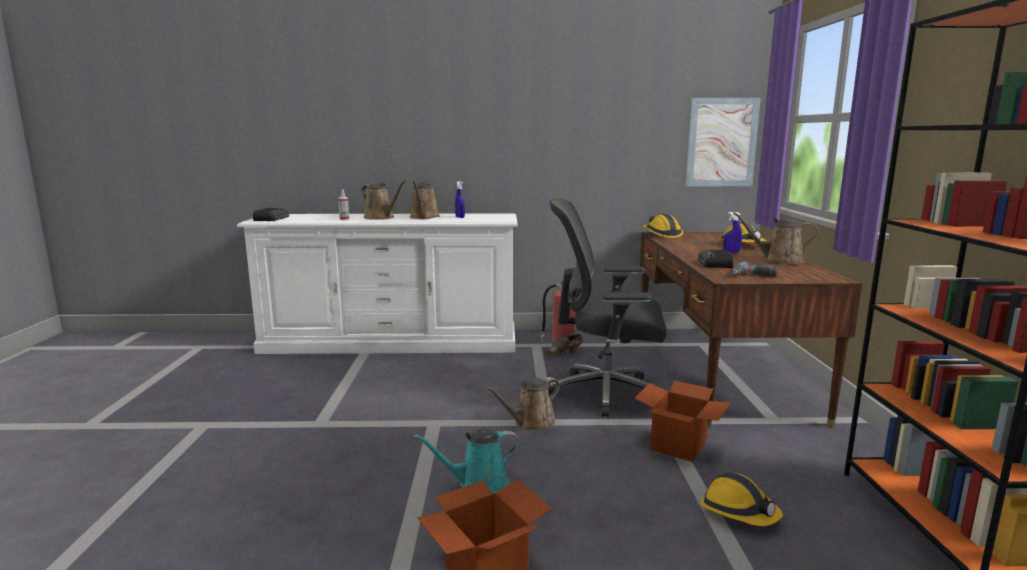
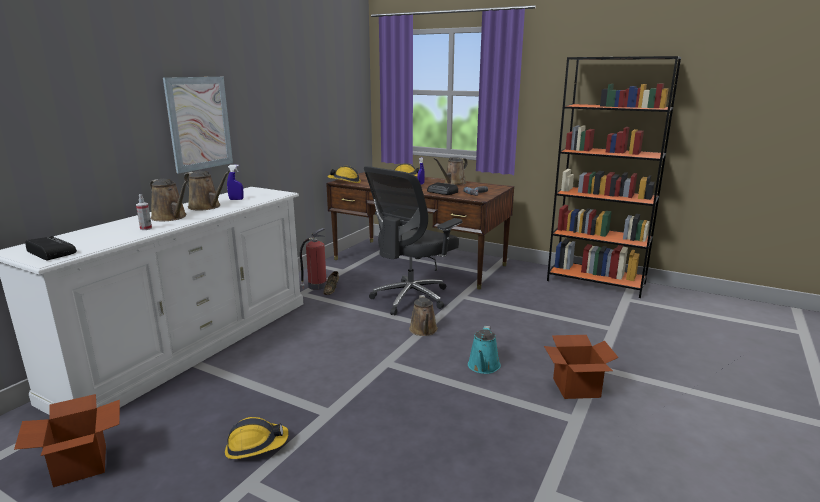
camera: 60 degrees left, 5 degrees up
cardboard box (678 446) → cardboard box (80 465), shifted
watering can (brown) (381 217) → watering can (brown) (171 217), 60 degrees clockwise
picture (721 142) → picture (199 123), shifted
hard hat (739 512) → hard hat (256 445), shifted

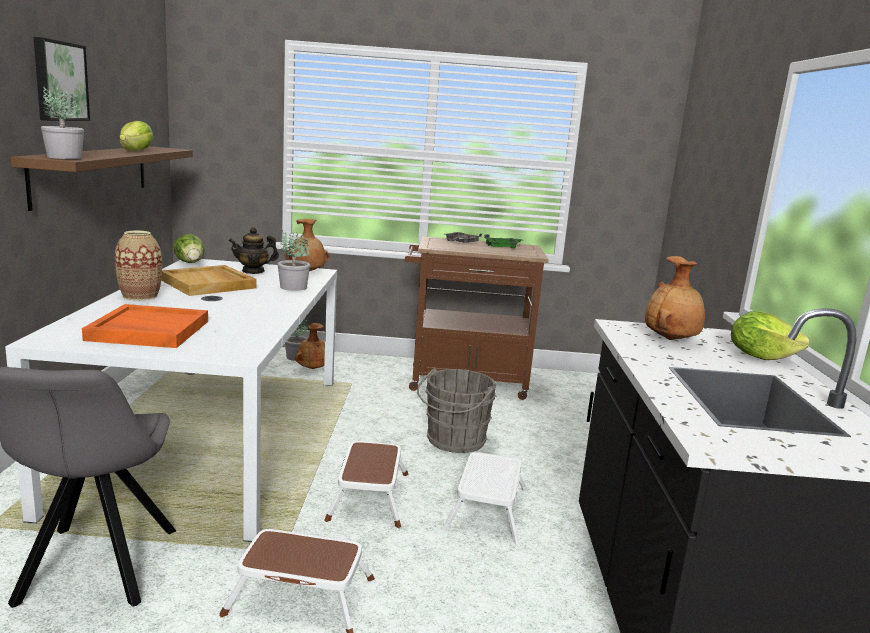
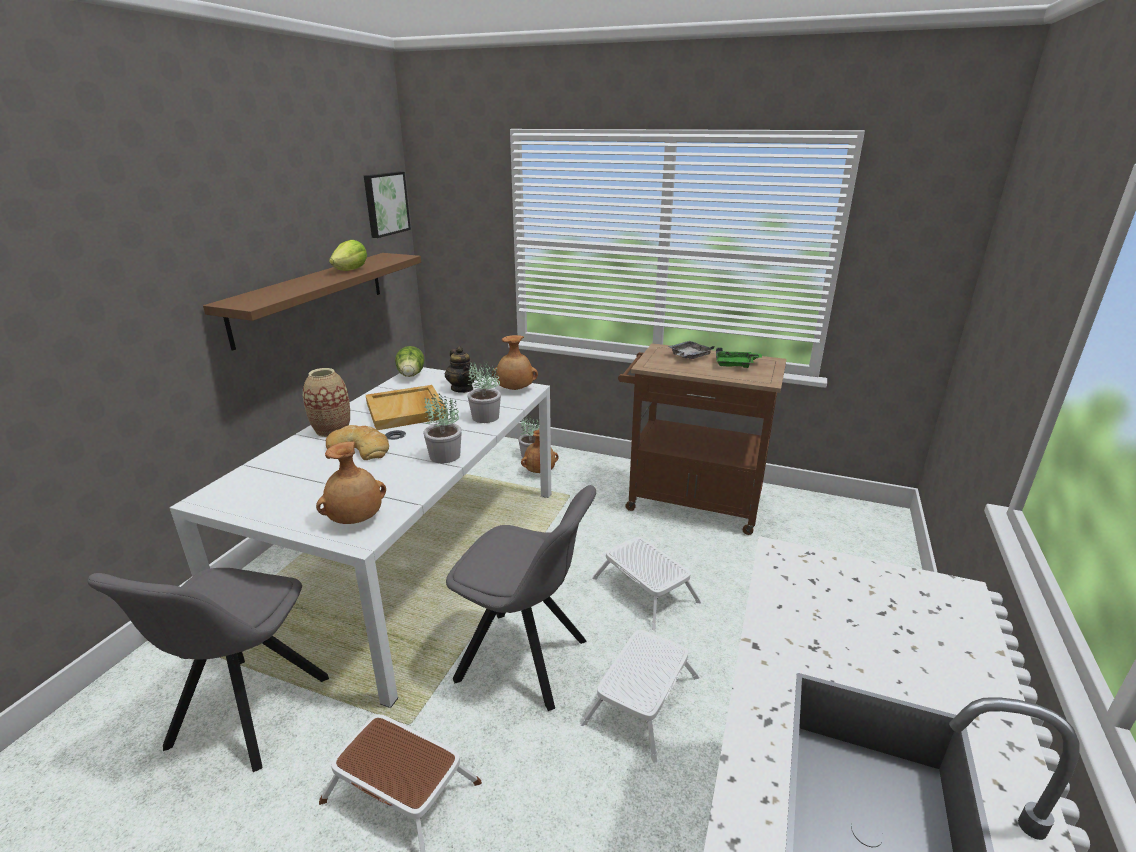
camera: 20 degrees right, 10 degrees up
vase (brown) (671 340) → vase (brown) (356 520), shifted
- → bread (360 448)
picture (59 81) → picture (385 204), shifted
potted plant (64 157) → potted plant (444 456), shifted
teapot (253 271) → teapot (462 389), 120 degrees counterclockwise
step ladder (brown) (368 496) → chair (grey) (523 659)
bucket (grey) (453 441) → step ladder (white) (644 590)
tray (orange) (148 330) → -
lettuce (760 356) → -

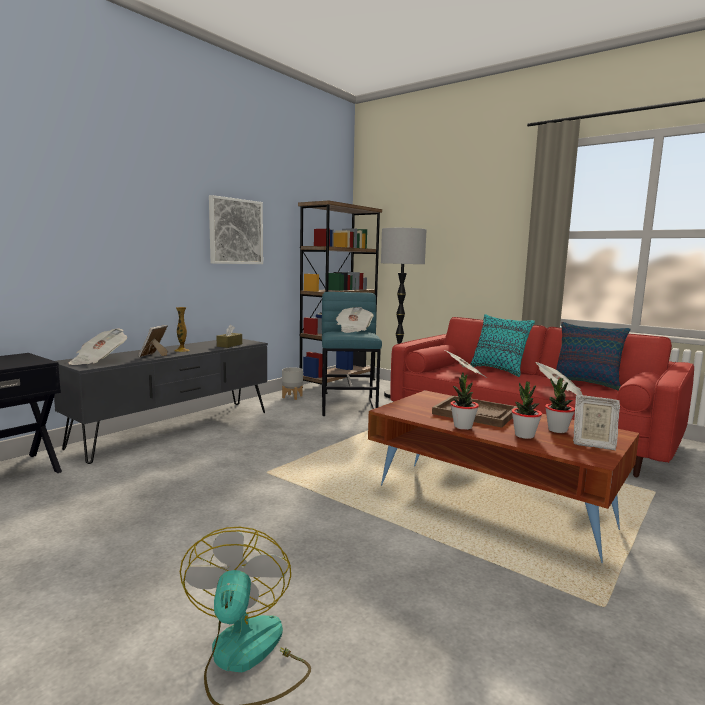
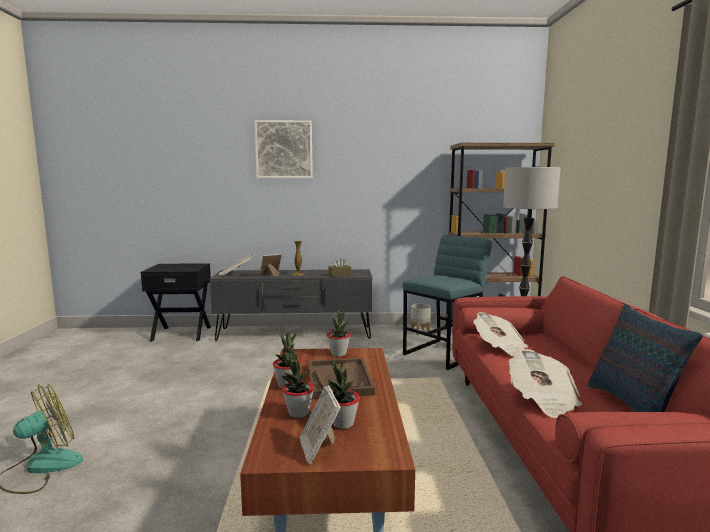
camera: 50 degrees right, 0 degrees up
picture (235 231) → picture (284 149), shifted
- → potted plant (338 354)
newspaper (353 330) → -
pillow (turquoise) (498 371) → -

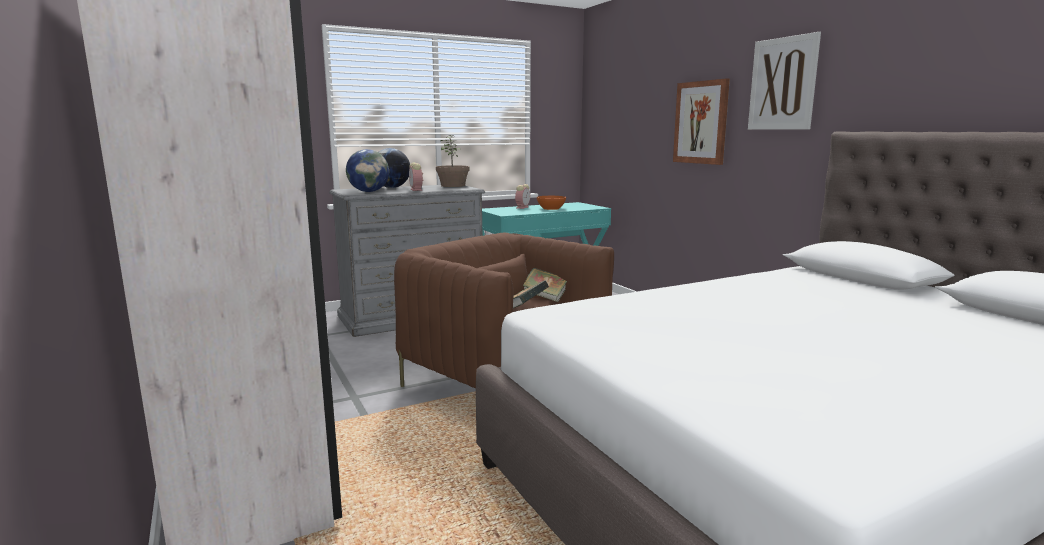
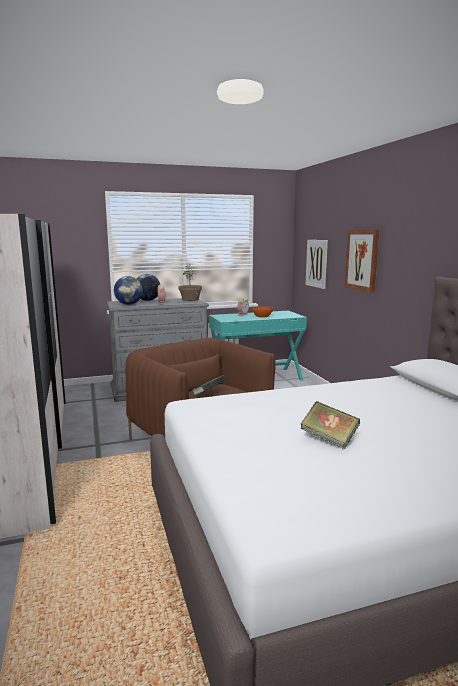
camera: 10 degrees right, 0 degrees up
book (545 297) → book (329 439), shifted
picture (782 84) → picture (316 263), shifted

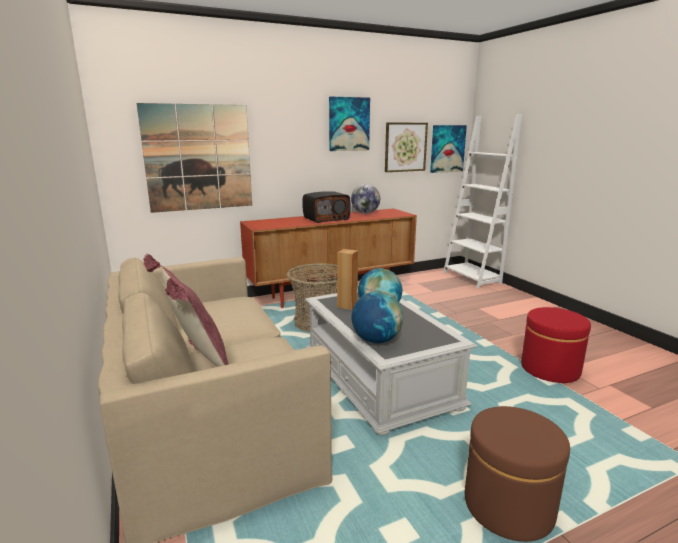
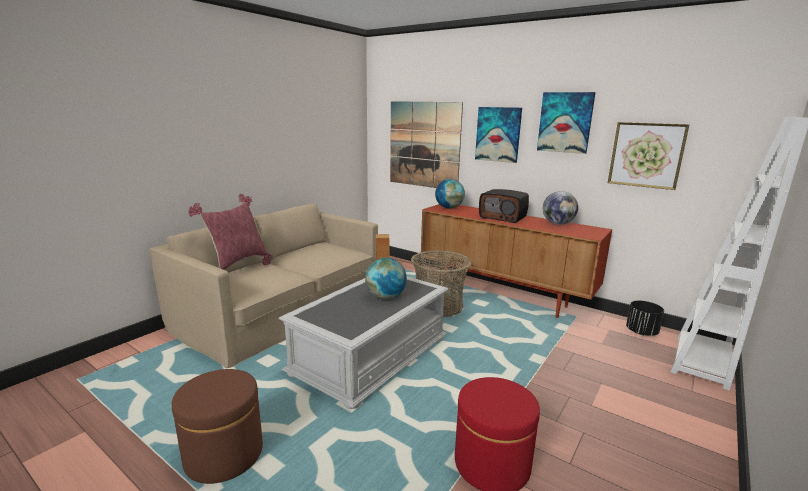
camera: 60 degrees right, 0 degrees up
globe (376 340) → globe (449 208), shifted
picture (447 148) → picture (498 134), shifted
- → planter (black) (641 332)

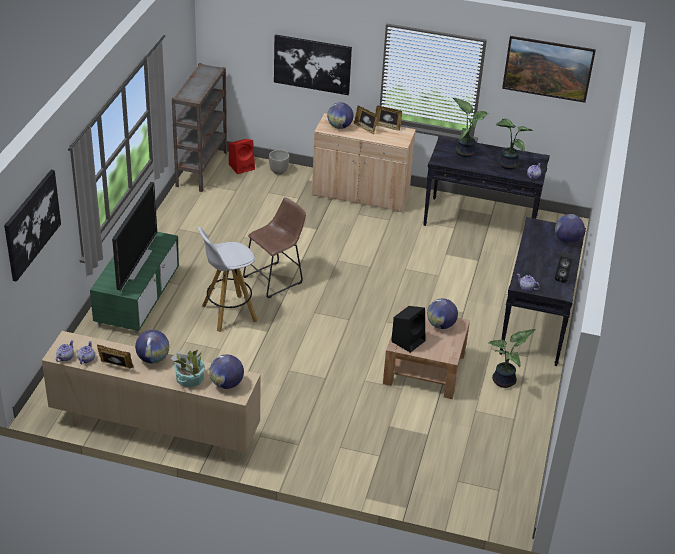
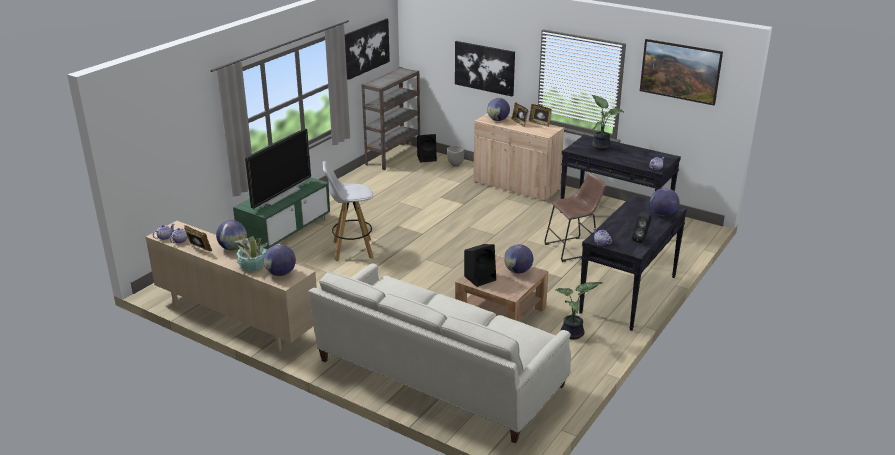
camera: 20 degrees right, 10 degrees down
- → sofa (white) (438 375)
picture (32 224) → picture (366 48), shifted
speaker (red) (242 166) → speaker (black) (427 158)
stool (brown) (276 279) → stool (brown) (573 249), shifted
potted plant (506 164) → -

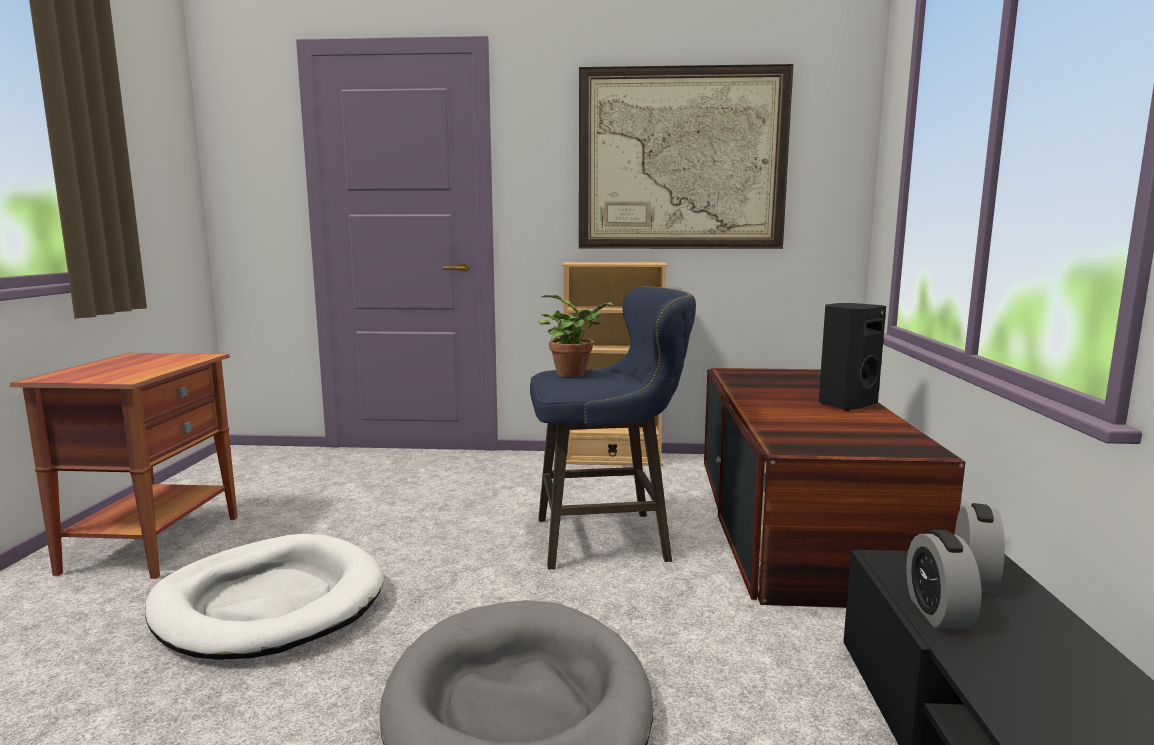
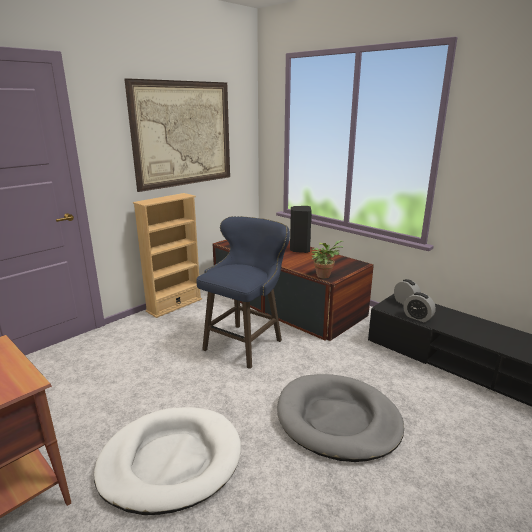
camera: 50 degrees left, 10 degrees up
potted plant (575 374) → potted plant (324 275), shifted

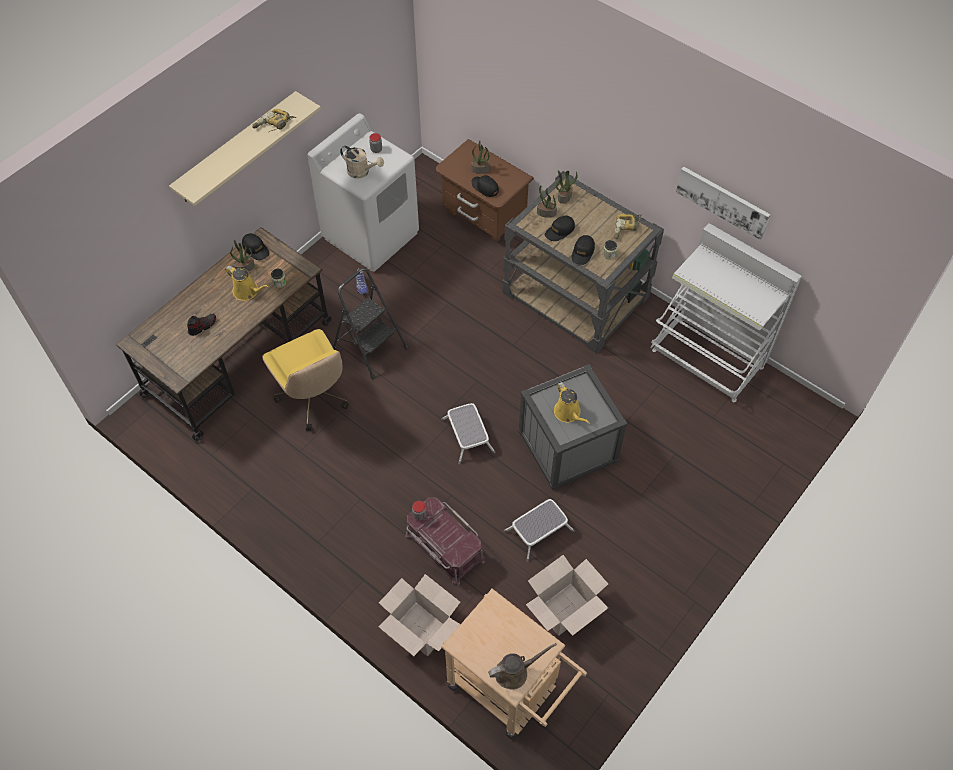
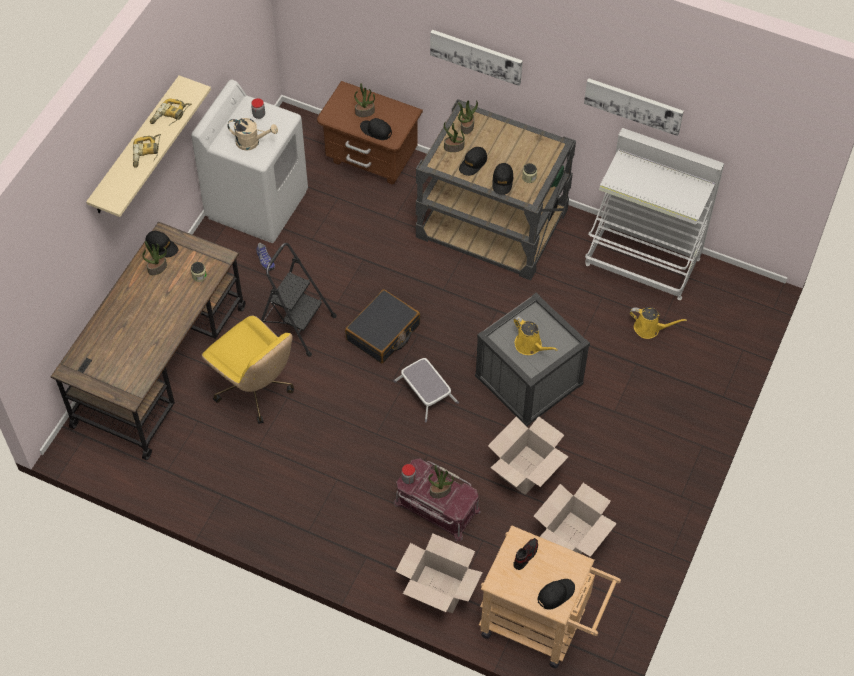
camera: 15 degrees left, 0 degrees up
power drill (626 229) → power drill (147 154), shifted
- → suitcase (black) (383 332)
- → potted plant (440 491)
- → picture (476 56)
step ladder (grey) (539 531) → cardboard box (525 469)
shoe (202 326) → shoe (525 555), shifted
watering can (brown) (514 672) → cap (black) (555 594)
watering can (yellow) (247 291) → watering can (yellow) (649 328), shifted

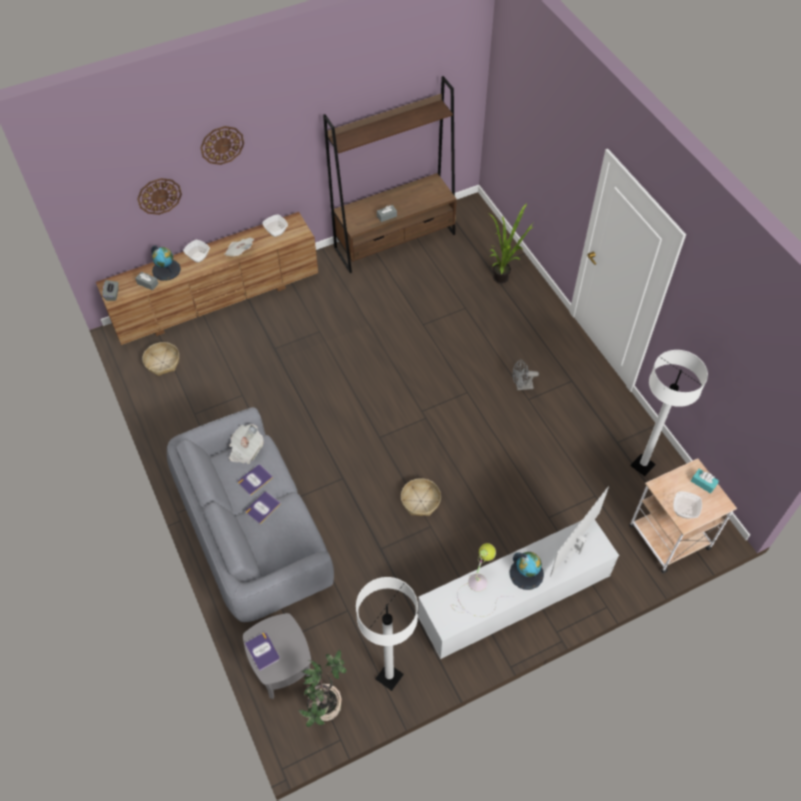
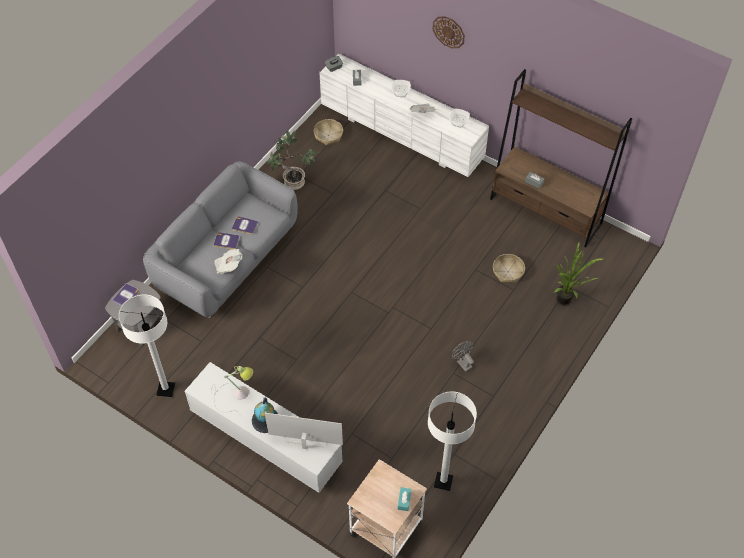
camera: 60 degrees right, 0 degrees up
newspaper (245 450) → newspaper (228 265), shifted
potted plant (326 707) → potted plant (293 183), shifted
cabinet (brown) (217 302) → cabinet (white) (401 136)
basket (420 501) → basket (507 272), shifted
wall clock (159 196) → -
globe (166 270) → -
bowl (684 510) → -

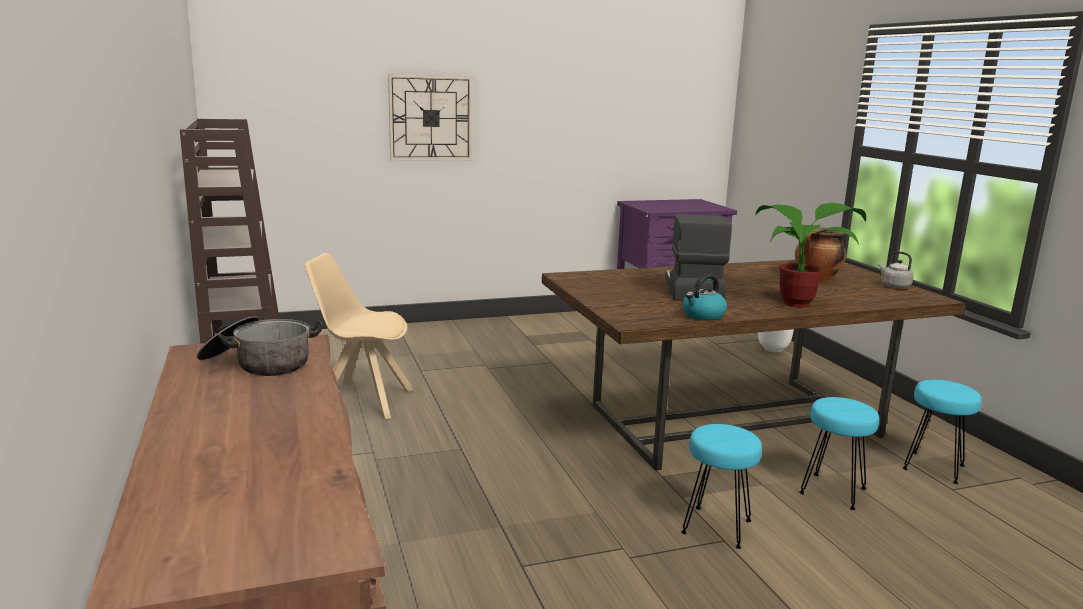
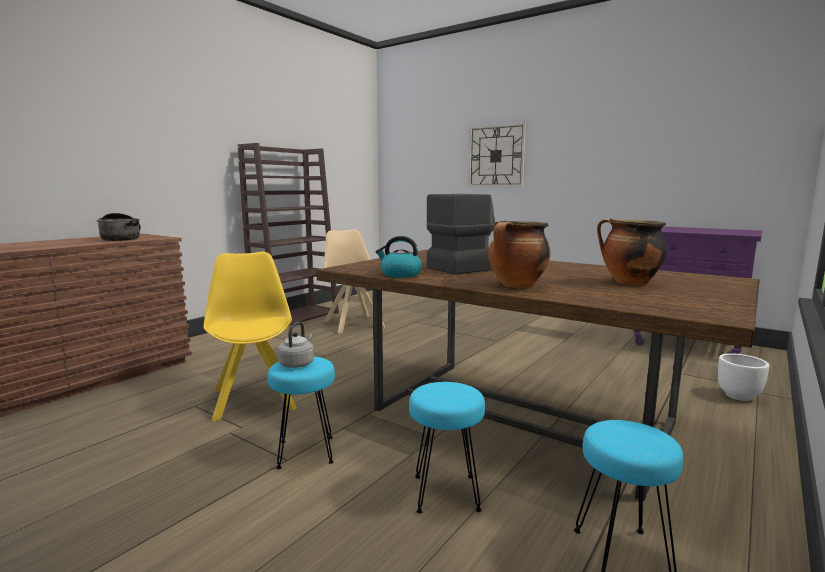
camera: 55 degrees right, 5 degrees down
- → chair (yellow) (254 398)
kettle (grey) (893 286) → kettle (grey) (297 364), shifted
potted plant (800 303) → cooking pot (517 286)

